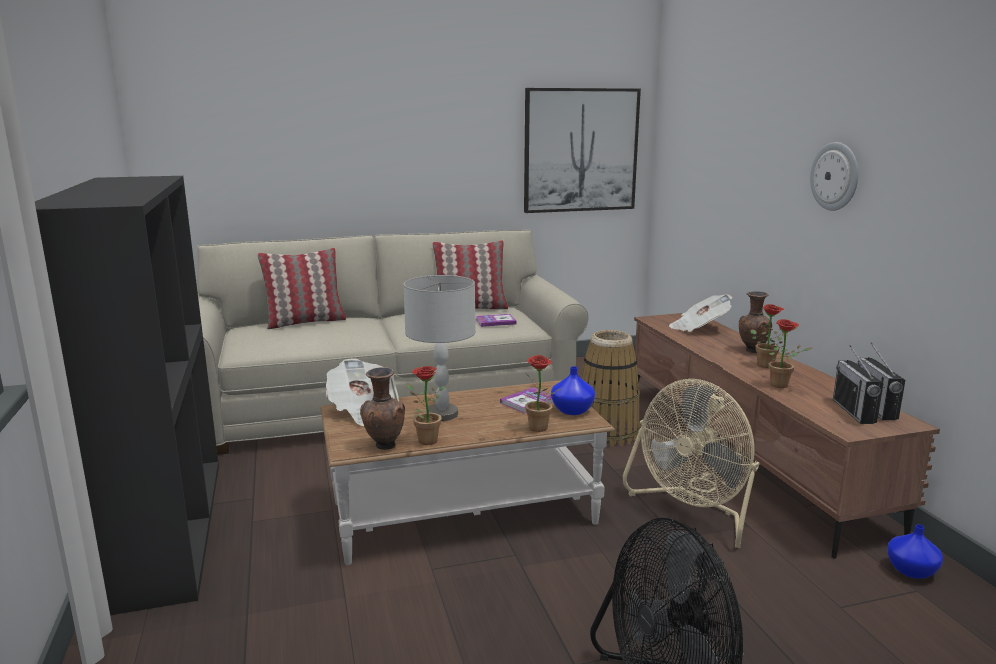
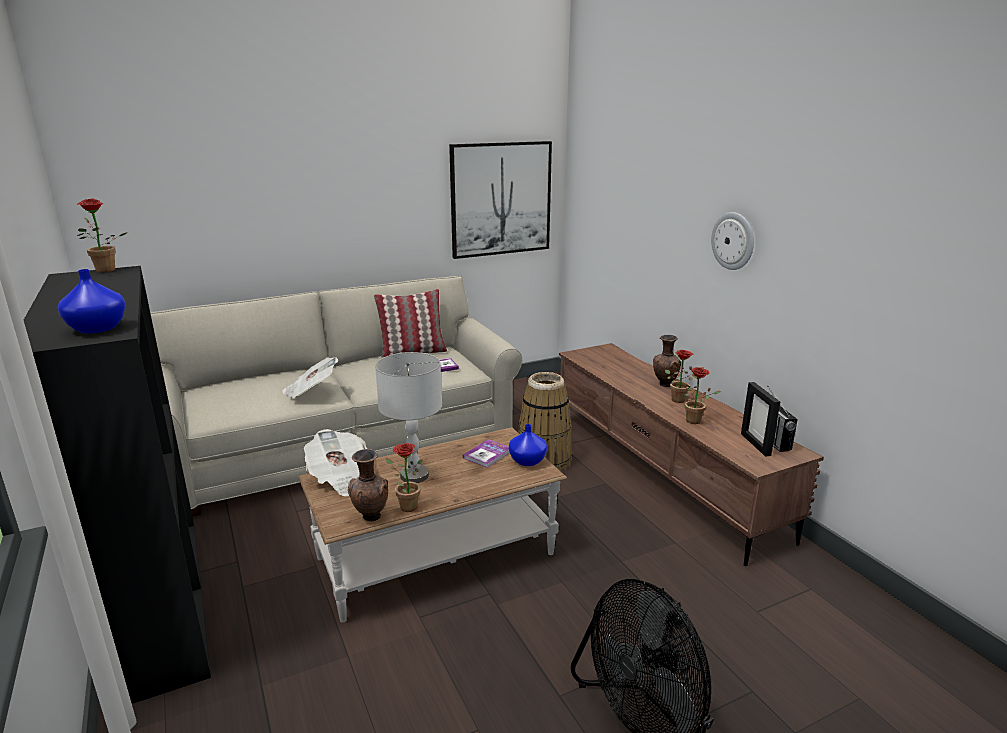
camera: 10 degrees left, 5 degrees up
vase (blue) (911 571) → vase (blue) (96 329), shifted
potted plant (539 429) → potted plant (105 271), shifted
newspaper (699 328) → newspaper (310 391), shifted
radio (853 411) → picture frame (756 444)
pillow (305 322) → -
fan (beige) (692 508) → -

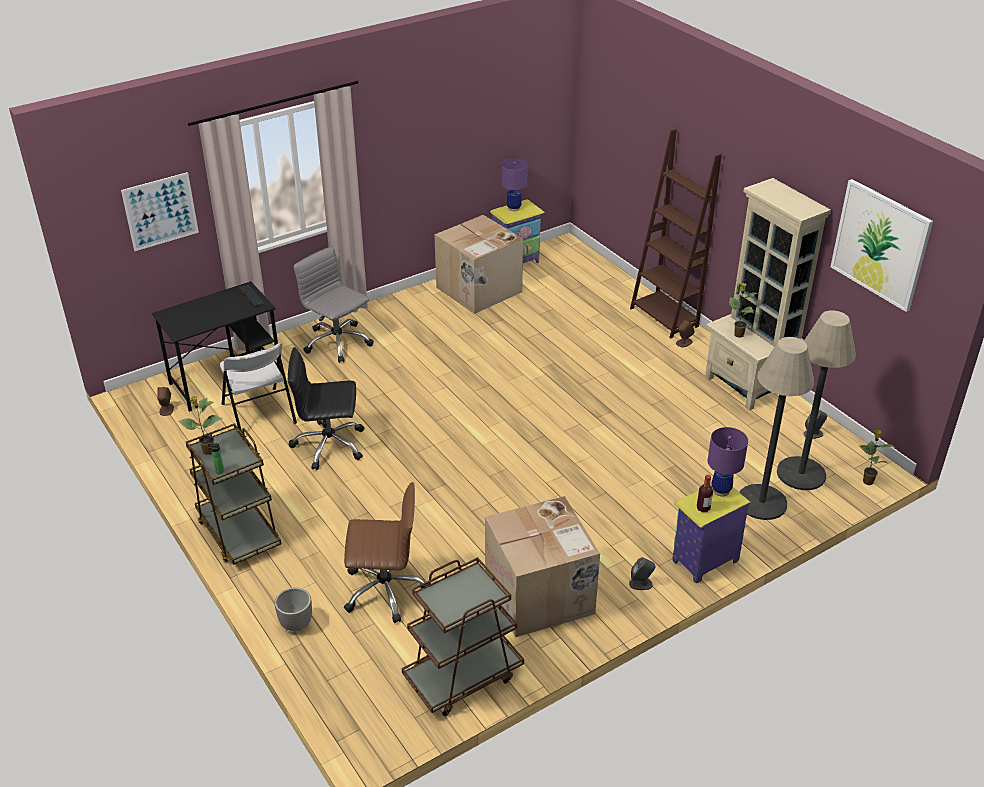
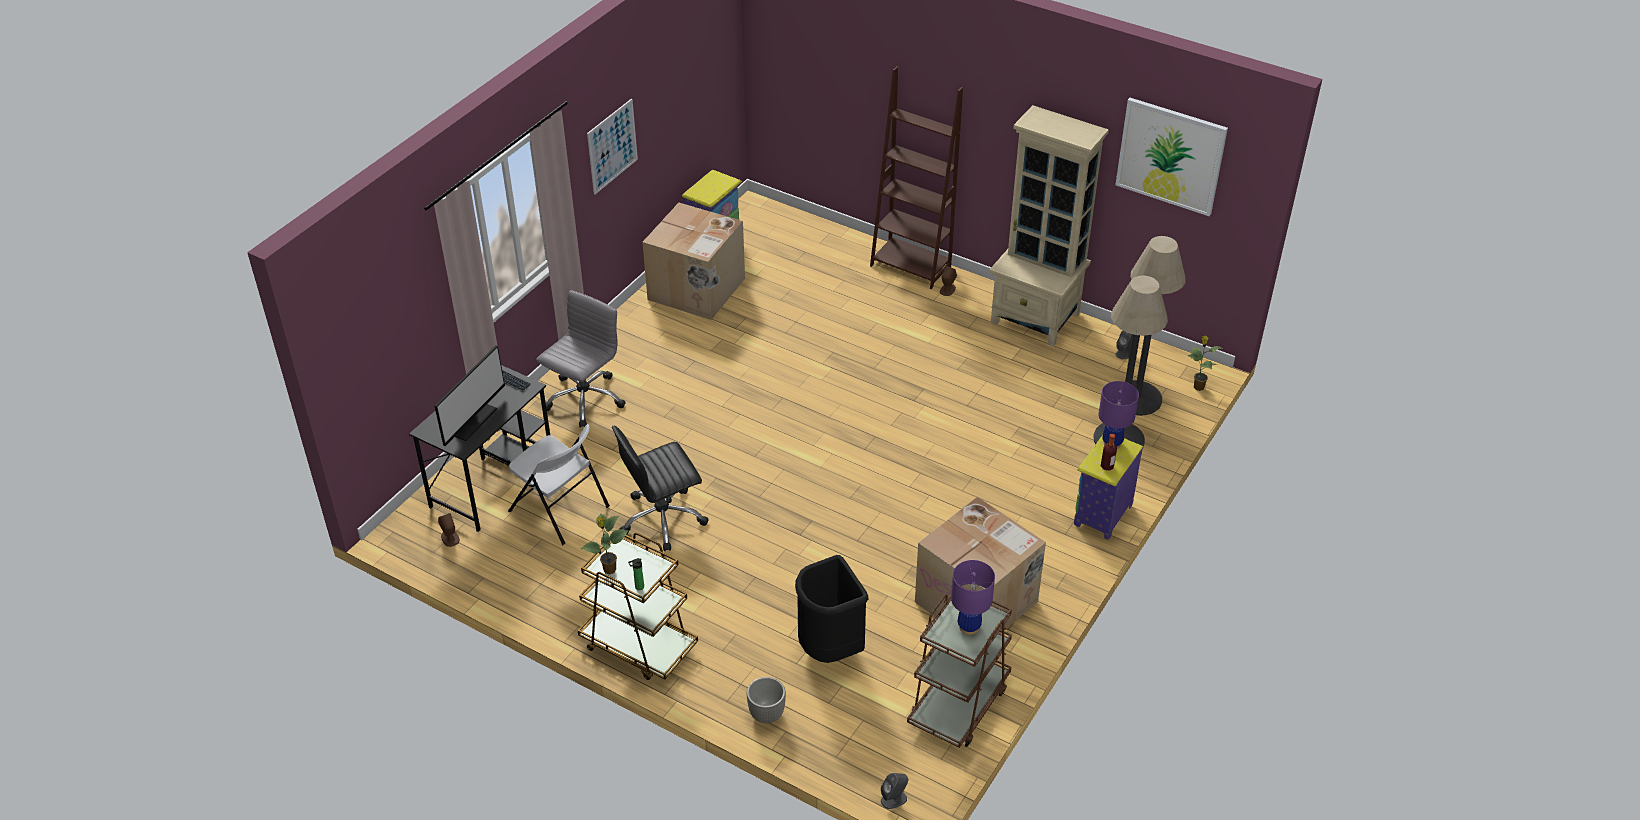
camera: 25 degrees left, 5 degrees up
- → monitor (470 420)
office chair (grey) (337 342) → office chair (grey) (584 399), 105 degrees clockwise
picture (160 211) → picture (612 146), shifted
office chair (brown) (386 590) → trash can (black) (829 649)
speaker (grey) (641 584) → speaker (grey) (894 799), shifted
table lamp (purple) (513 208) → table lamp (purple) (968 627), shifted
potted plant (738 334) → -

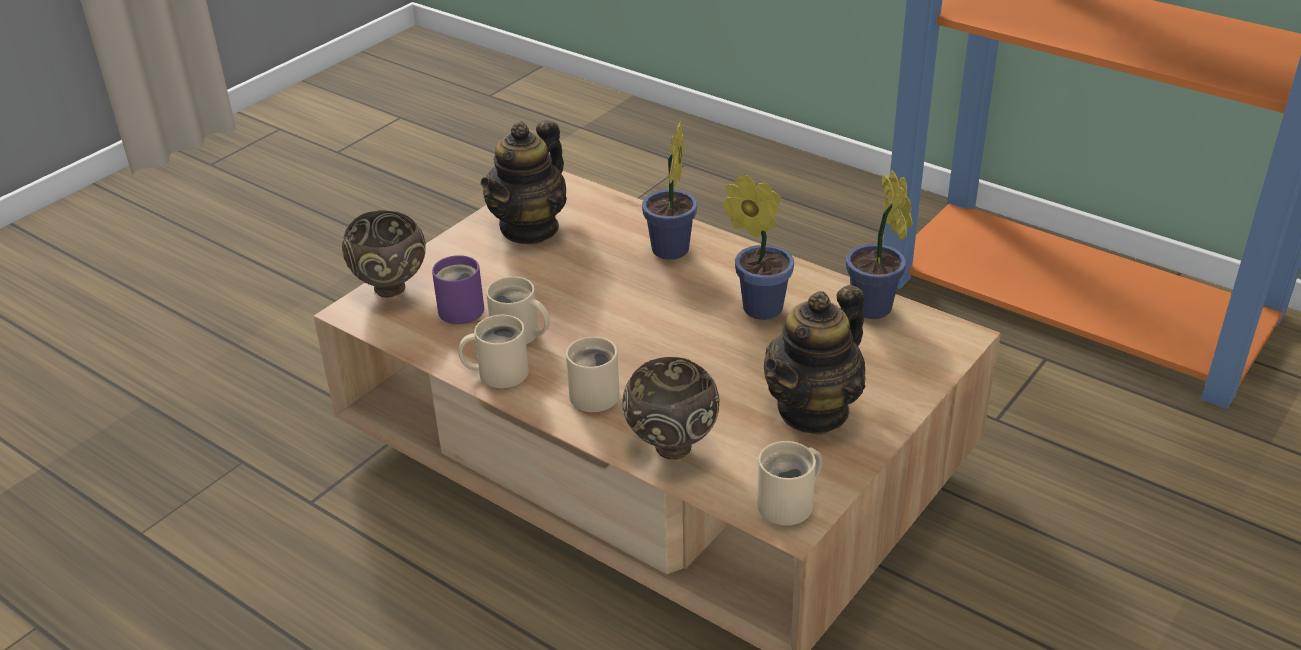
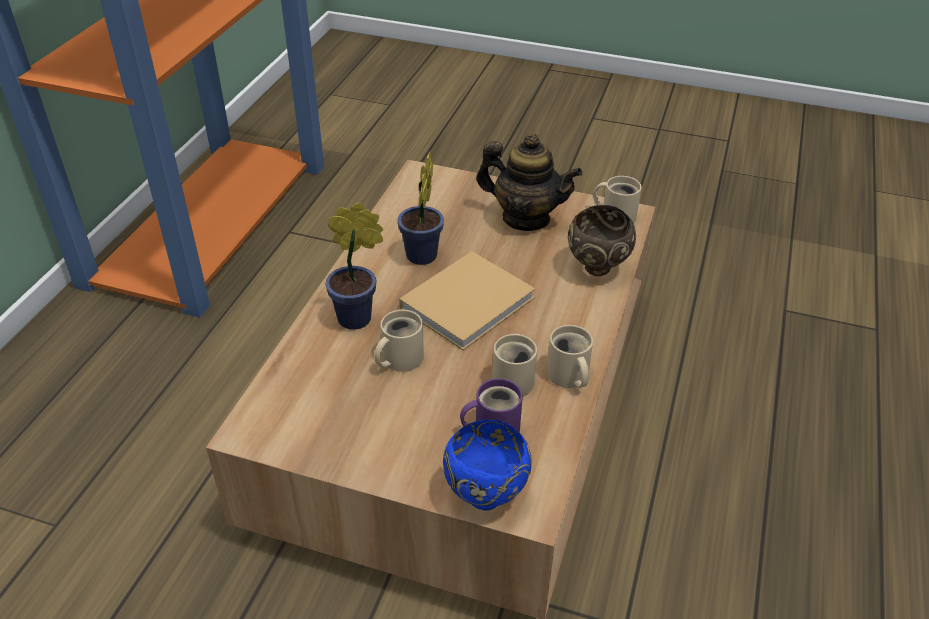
camera: 110 degrees left, 5 degrees up
mug (beige) (593 392) → mug (beige) (398 358), shifted
- → book (beige) (470 301)
bowl (brown) (392 289) → bowl (blue) (486 495)
teapot (530 228) → -
potted plant (874 311) → -

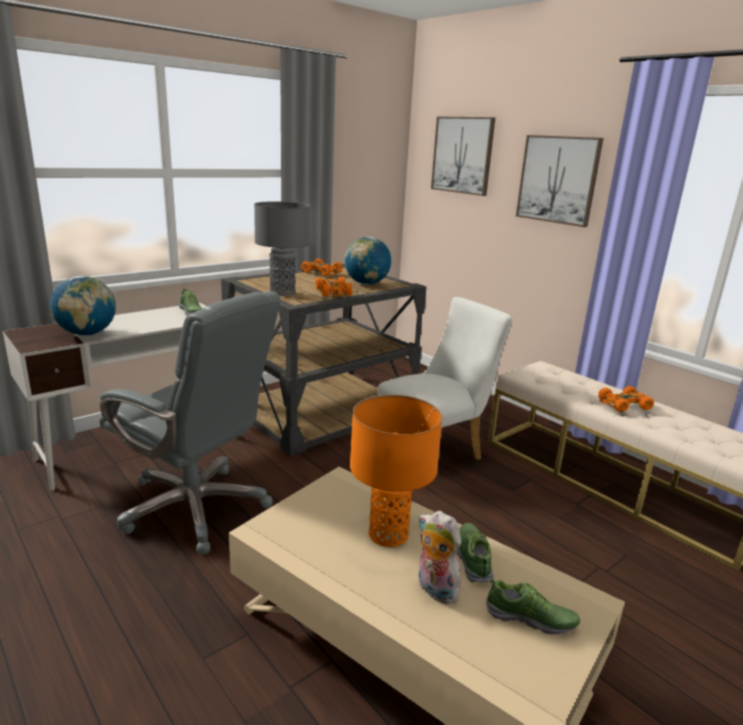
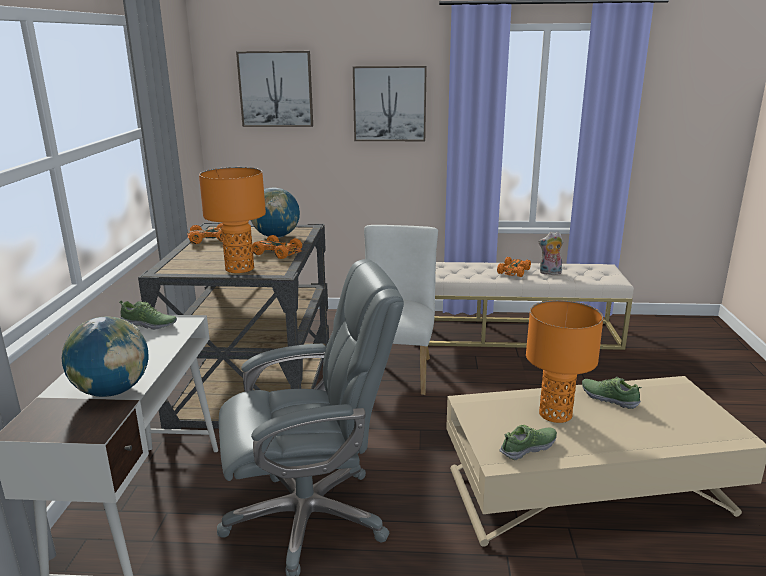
camera: 45 degrees left, 0 degrees up
table lamp (grey) (283 292) → table lamp (orange) (240 268)
shoe (530 618) → shoe (528 448), shifted
plush toy (434 589) → plush toy (550 273), shifted

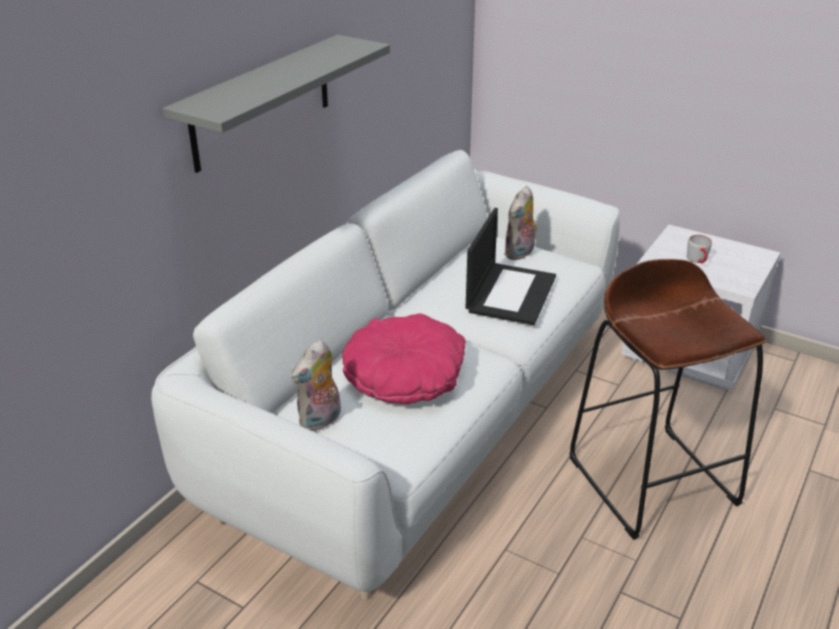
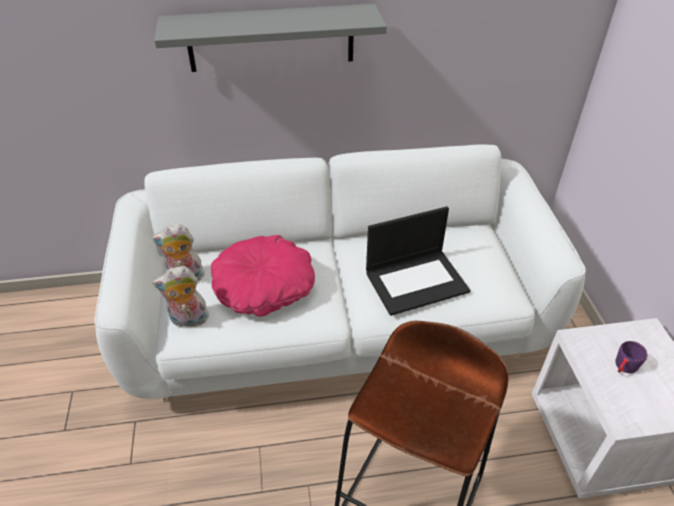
camera: 50 degrees right, 10 degrees up
plush toy (520 254) → plush toy (188 320), shifted
mug (grey) (698 260) → mug (purple) (623 368)

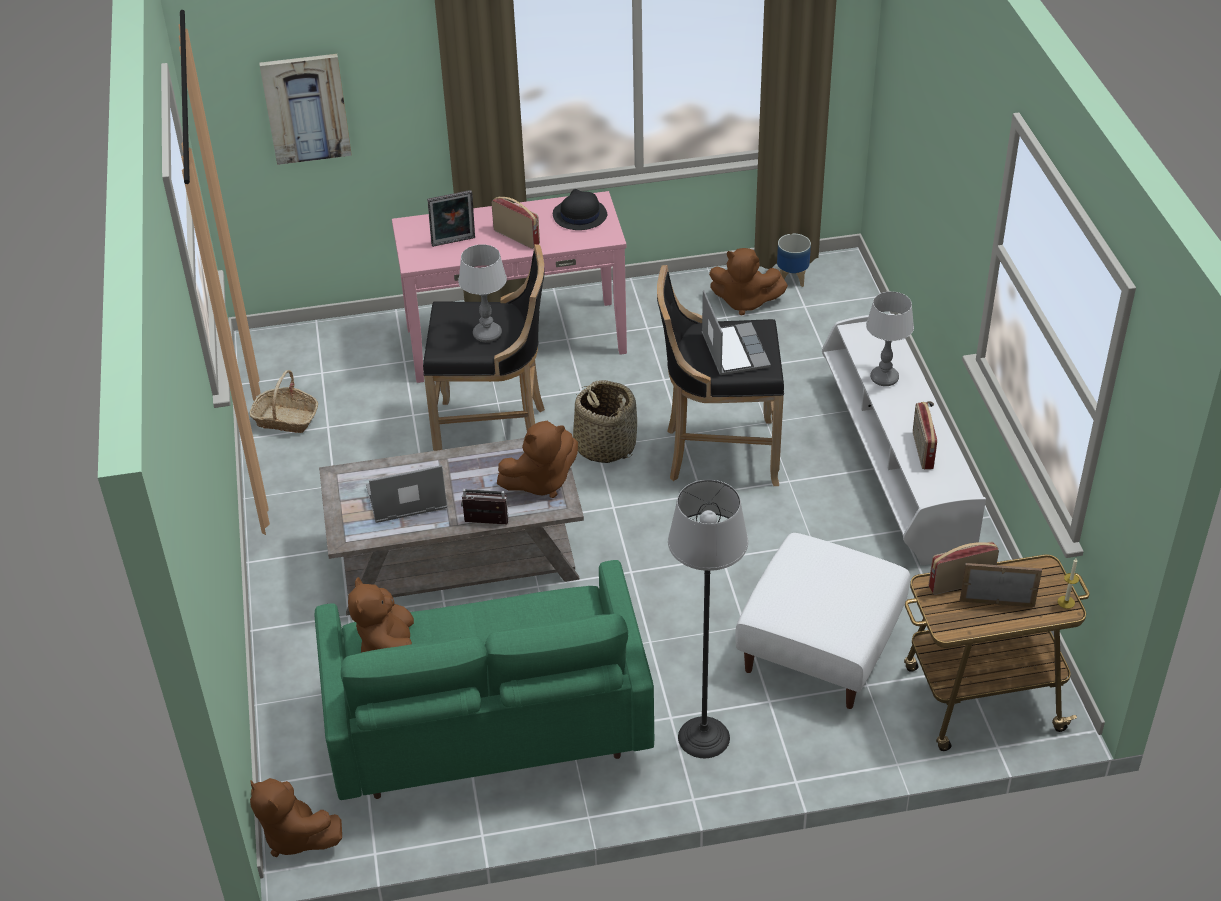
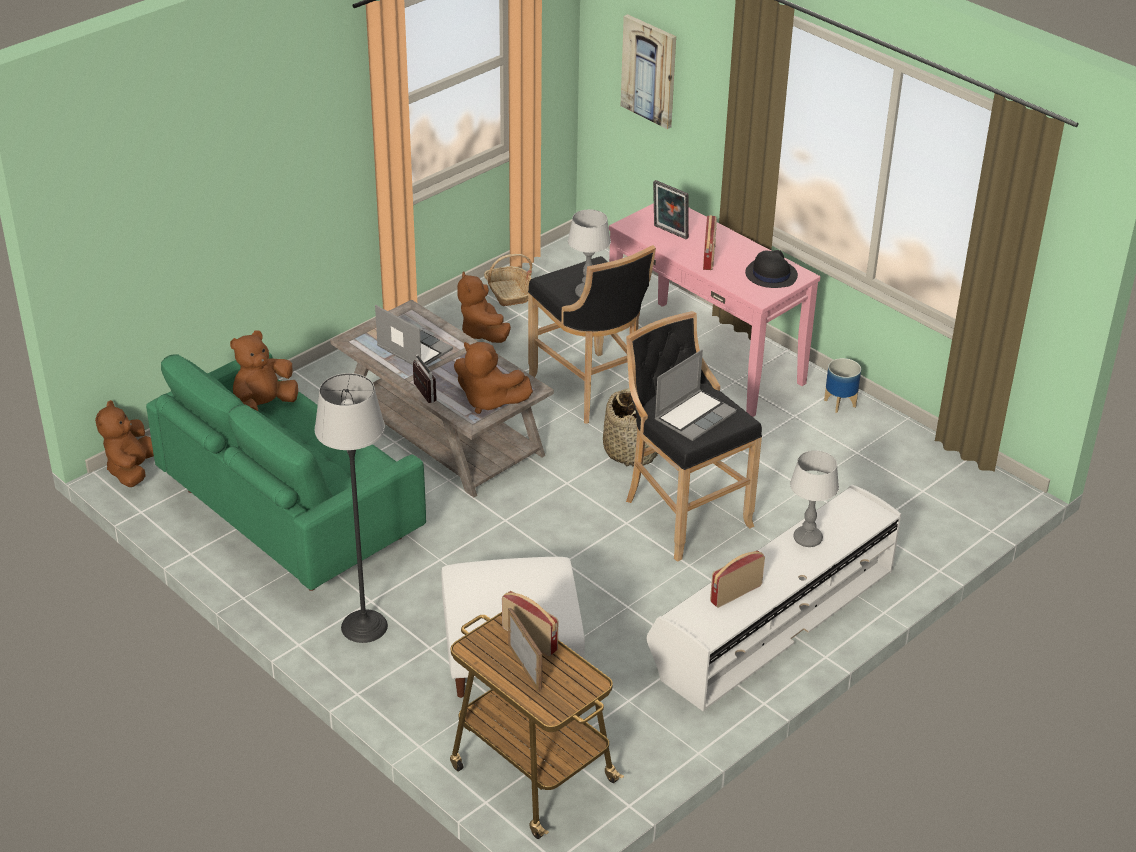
camera: 55 degrees right, 5 degrees down
plush toy (brown) (744 302) → plush toy (brown) (482 333), shifted
planter (792 279) → planter (840 403), shifted
candle (1066 602) → -

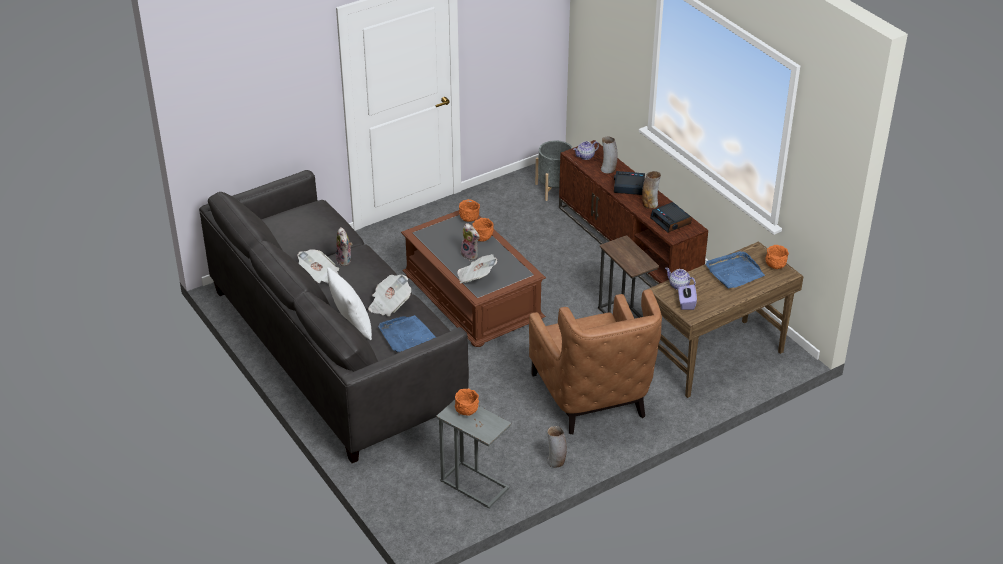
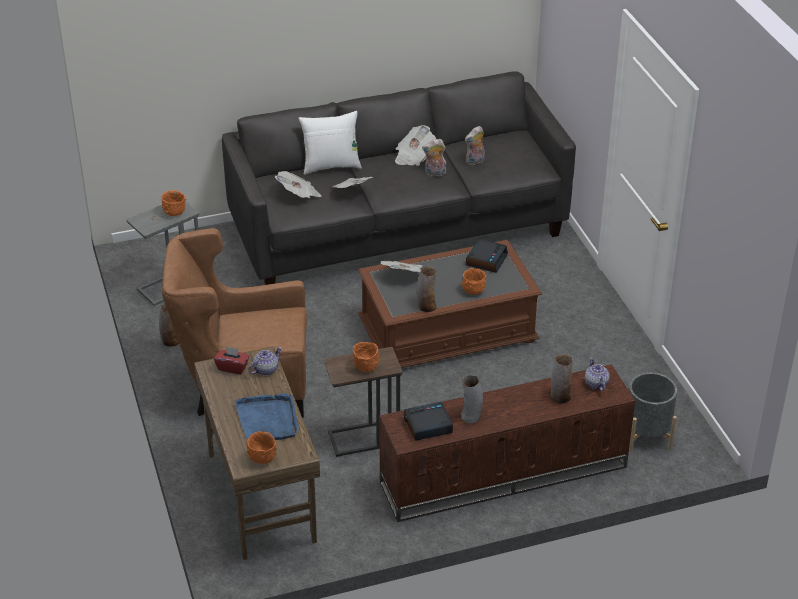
camera: 105 degrees right, 0 degrees up
tissue box (purple) (686 303) → tissue box (red) (232 367)
tray (blue) (407 336) → newspaper (299 195)
bowl (orange) (469 219) → bowl (orange) (366 367), shifted
- → vase (426 306)
plush toy (471 254) → plush toy (475 161), shifted
alarm clock (628 186) → alarm clock (486 260), shifted

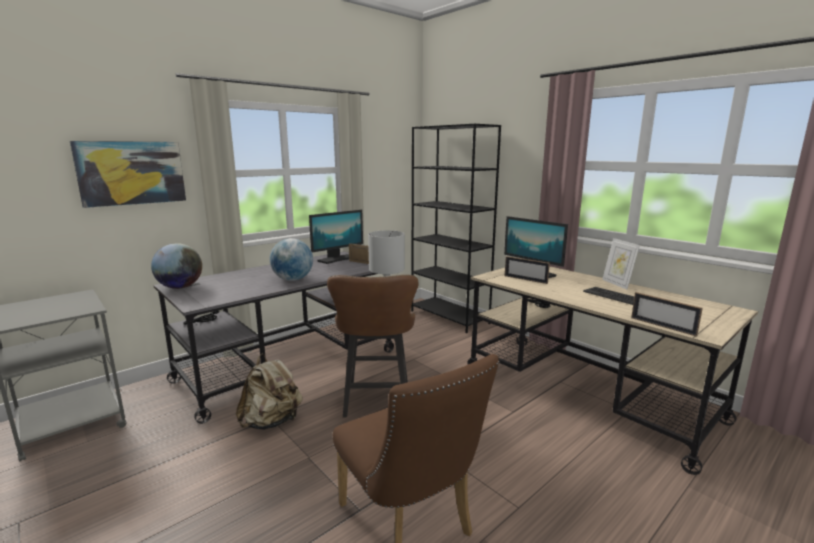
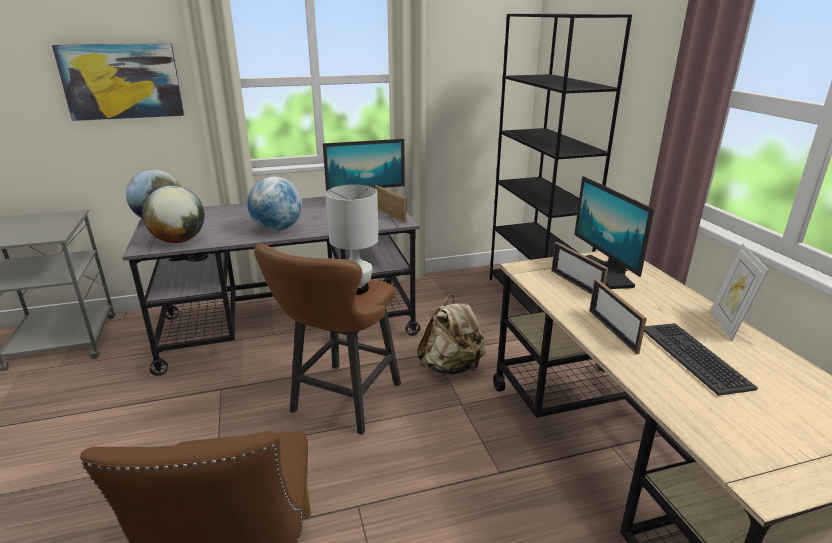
camera: 25 degrees right, 10 degrees up
- → globe (179 240)
backpack (beige) (272 422) → backpack (beige) (452 367), shifted
picture frame (662 326) → picture frame (612 331), shifted

